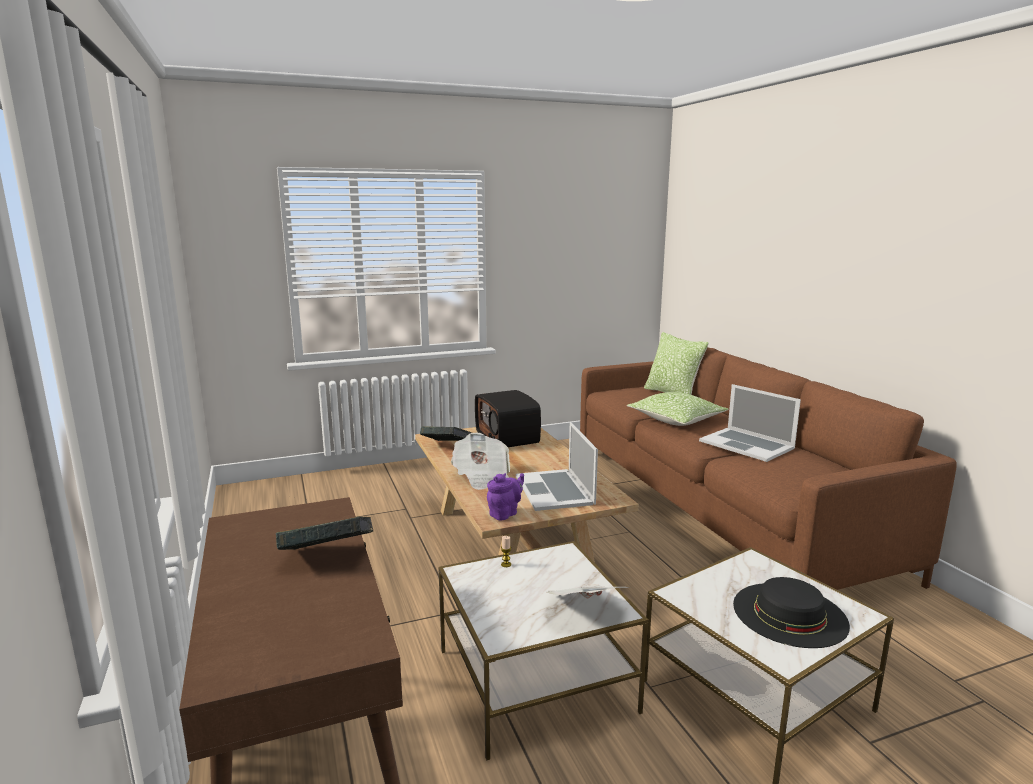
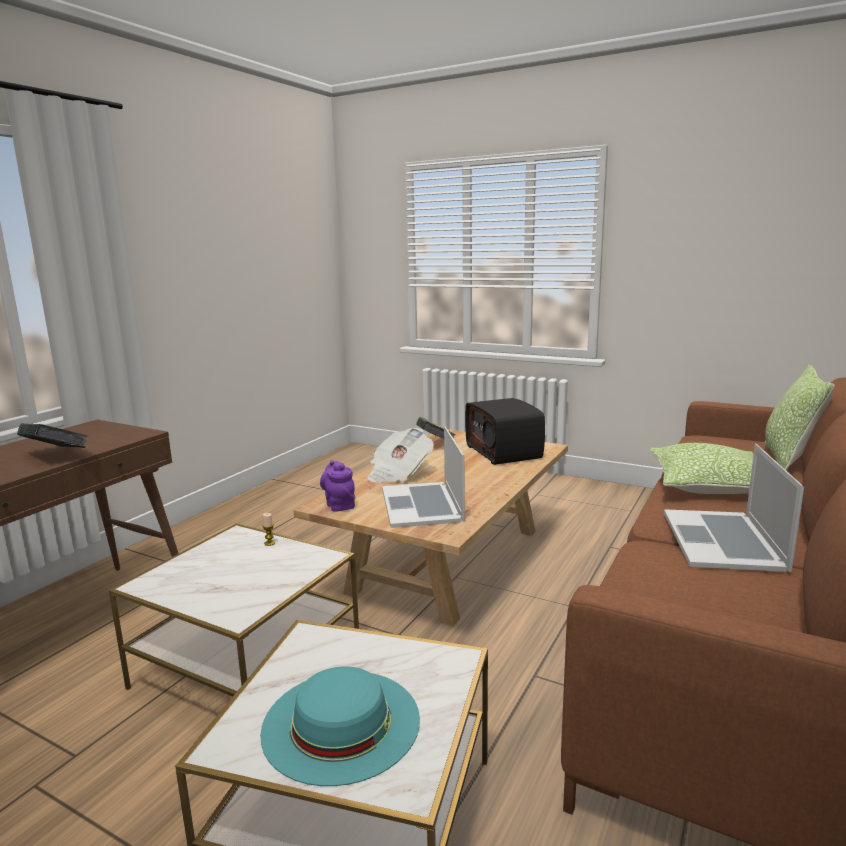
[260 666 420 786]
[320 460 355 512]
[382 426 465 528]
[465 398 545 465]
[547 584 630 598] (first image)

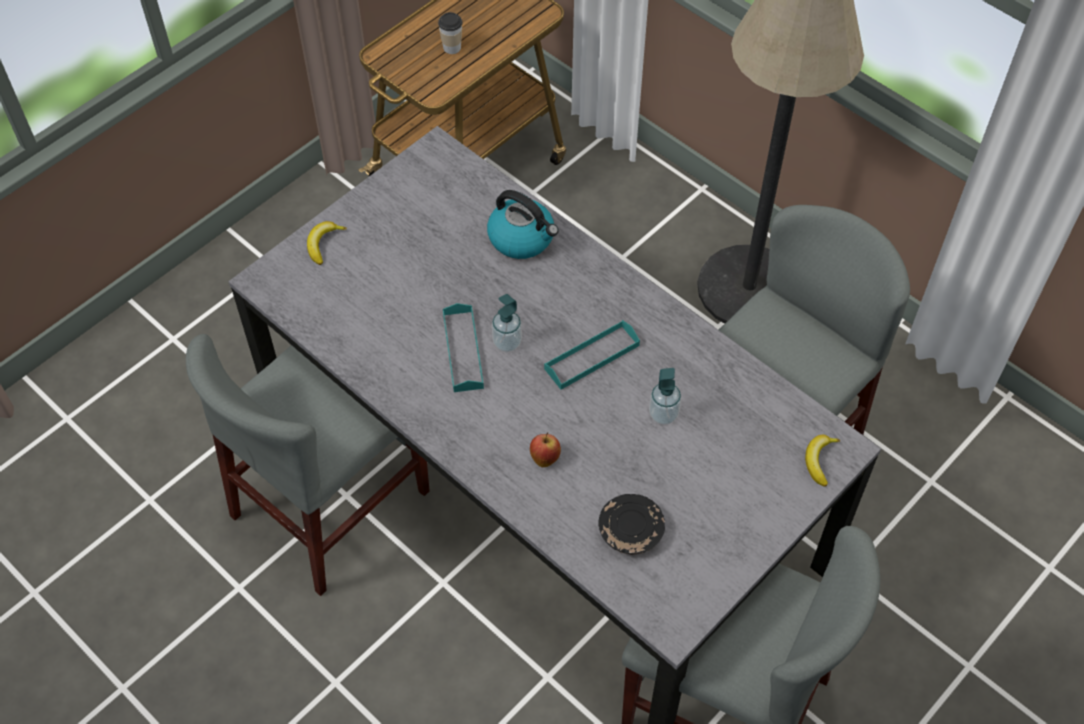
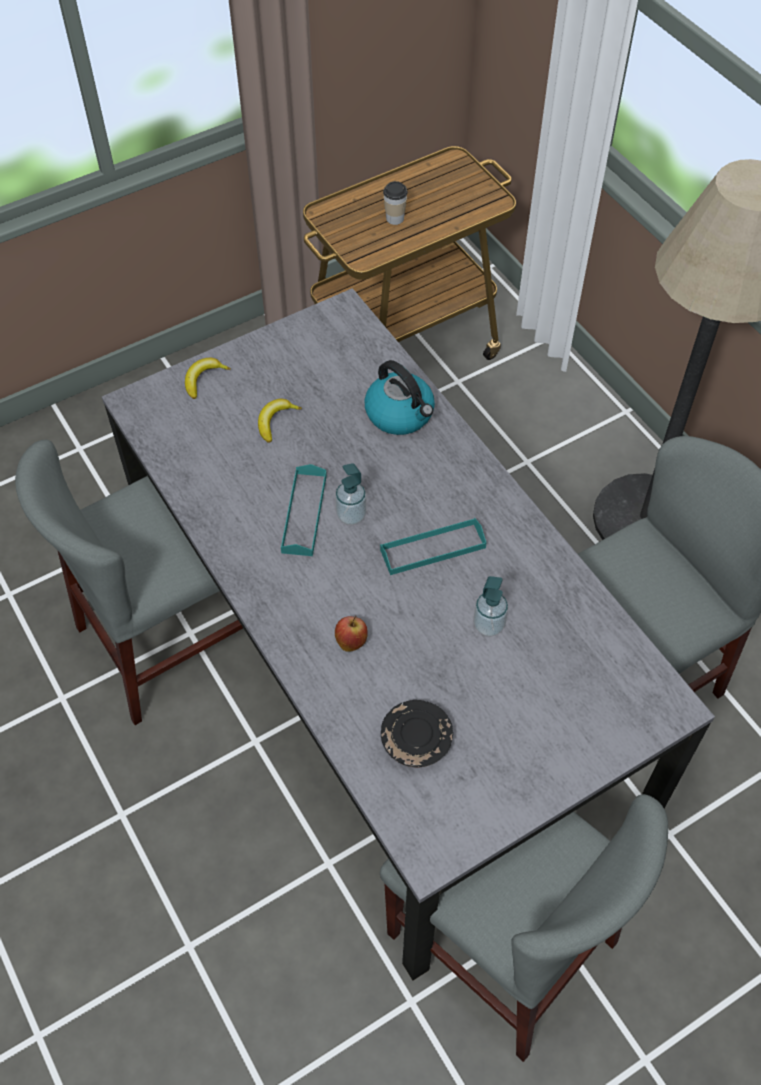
[258 399 302 443]

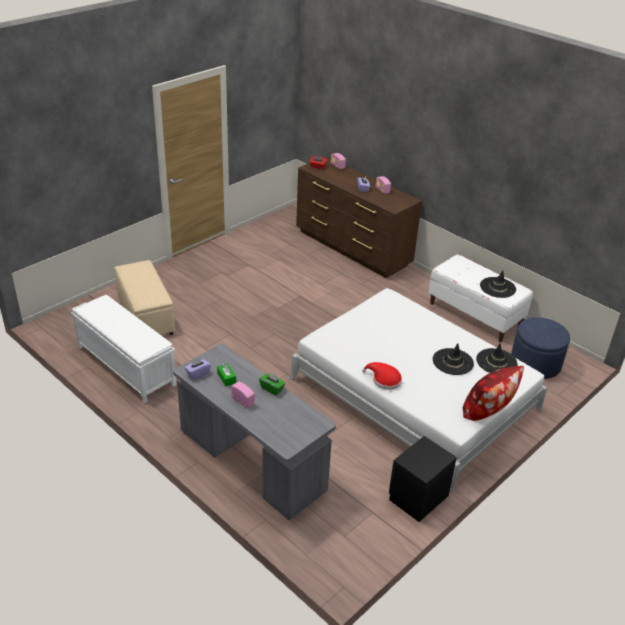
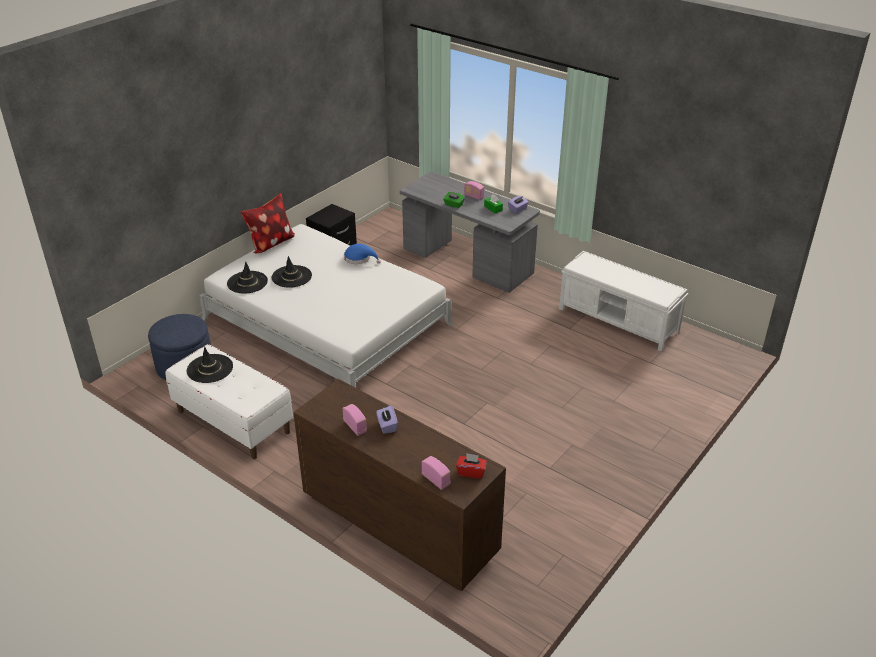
[344 244 381 264]
[114 260 175 335] (first image)

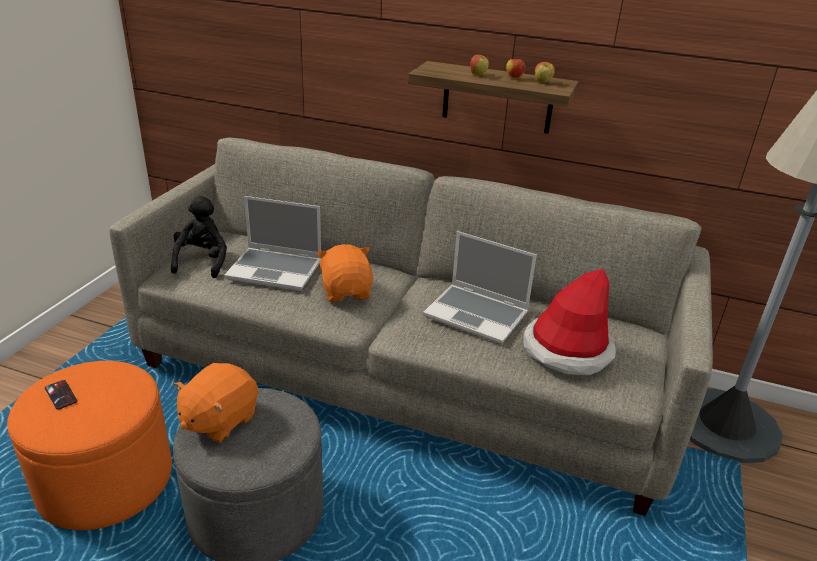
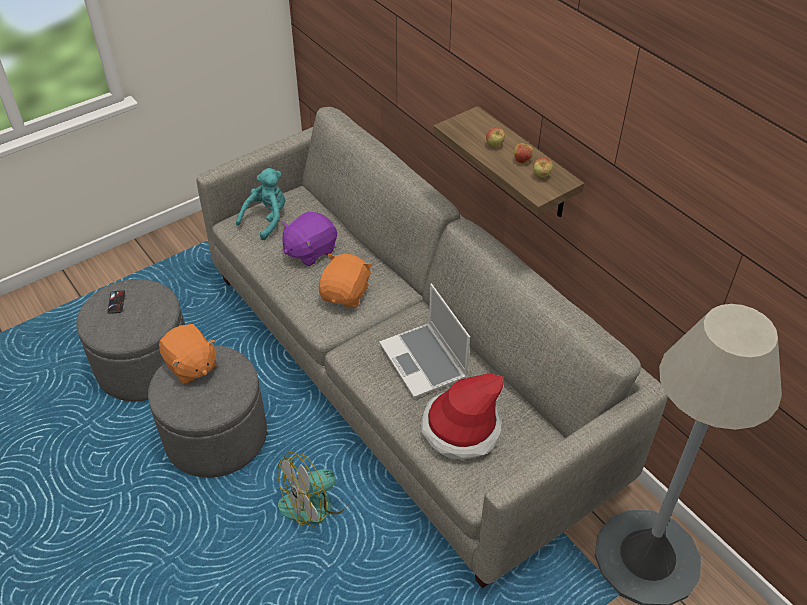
[76 279 185 402]
[159 324 217 385]
[236 168 286 240]
[277 452 354 527]
[281 211 337 266]

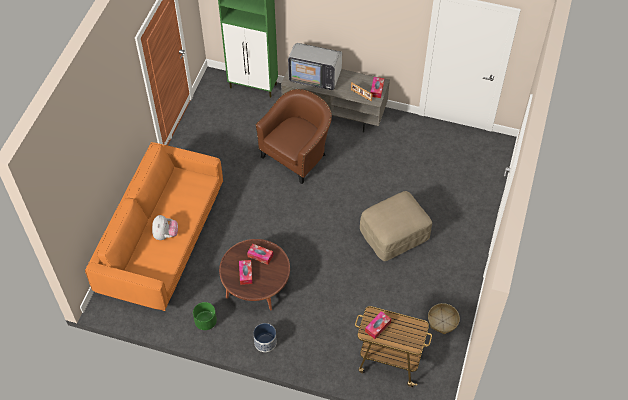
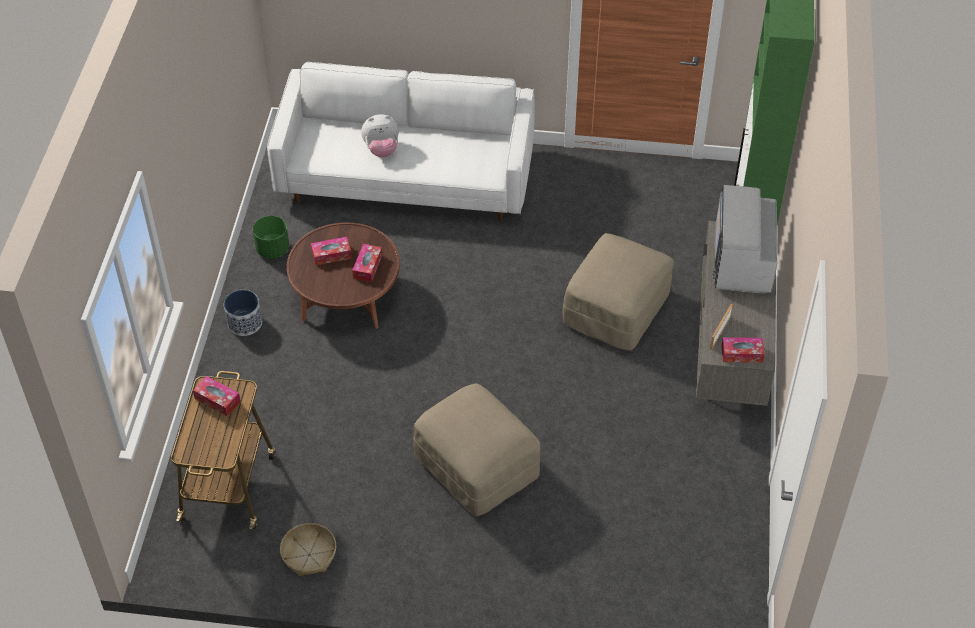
[267 62 535 221]
[563 233 674 351]

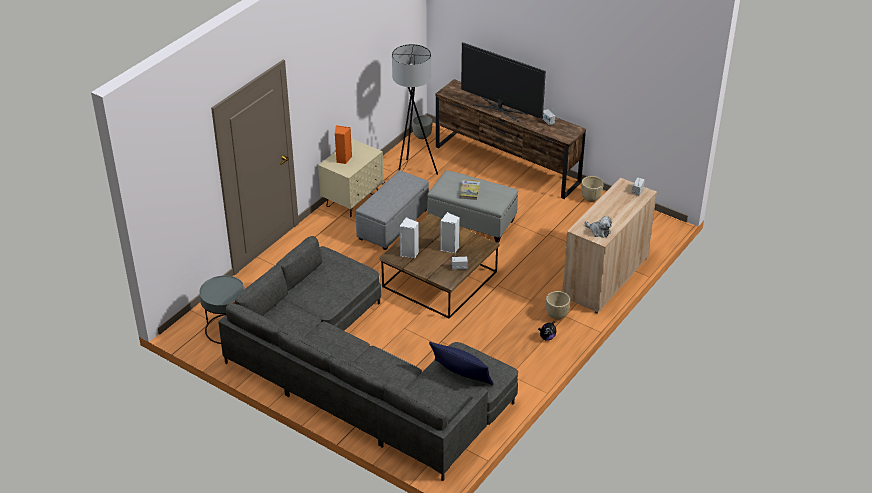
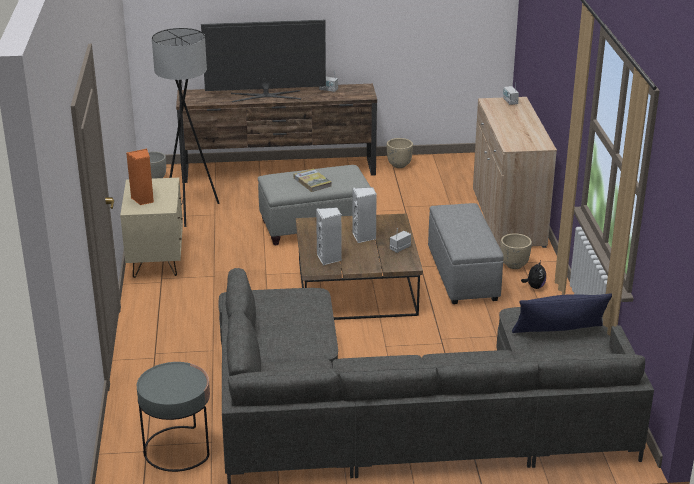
[428 203 504 304]
[585 216 612 238] (first image)

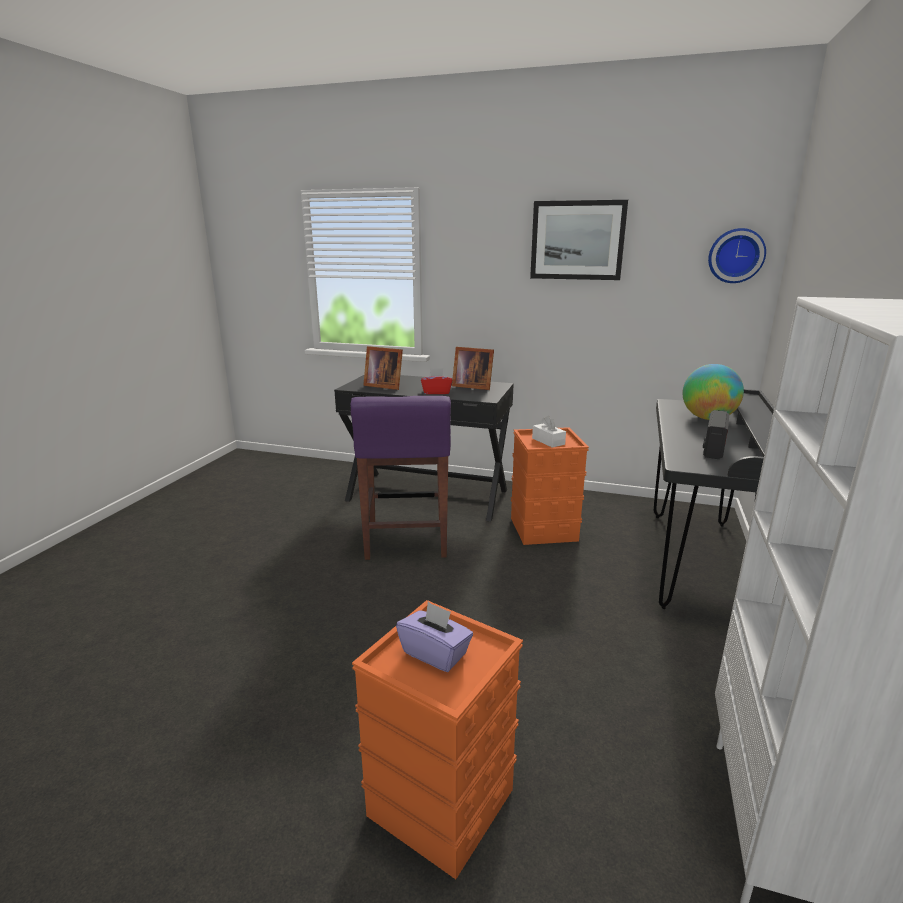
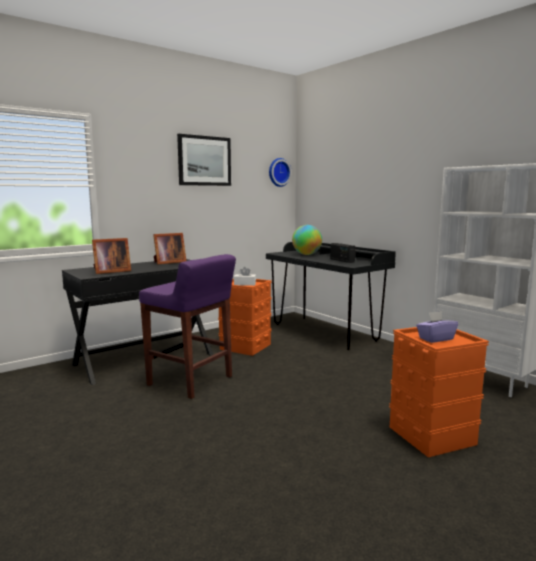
[421 368 452 394] (first image)

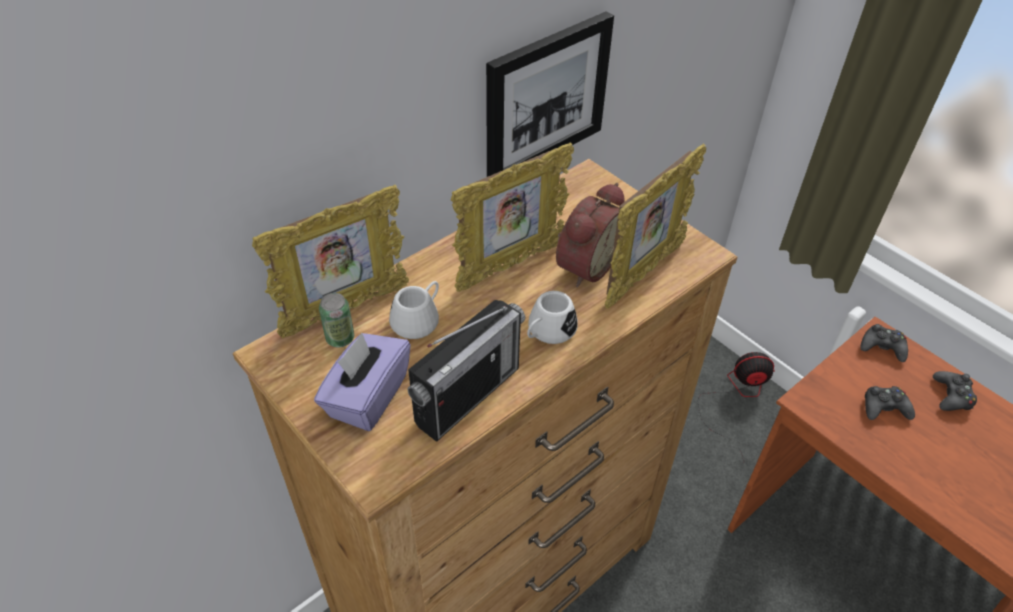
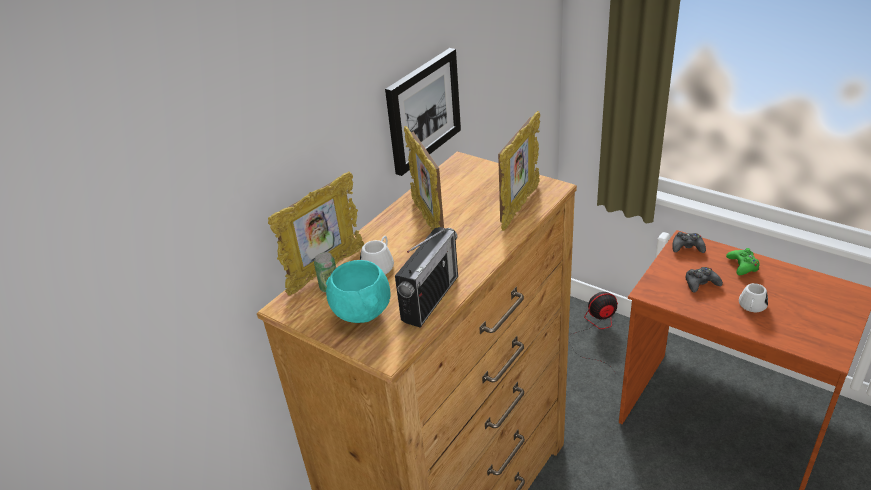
[326 260 391 323]
[404 126 444 231]
[726 248 760 275]
[739 283 768 312]
[556 183 625 287] (first image)

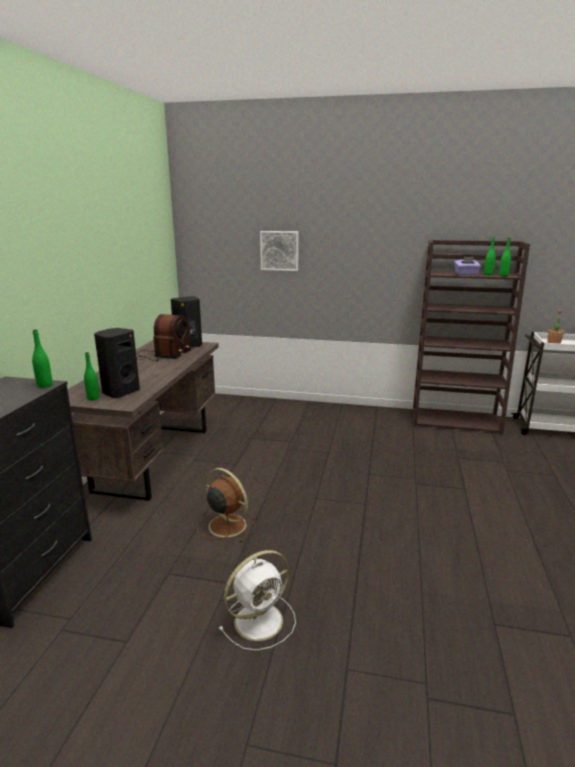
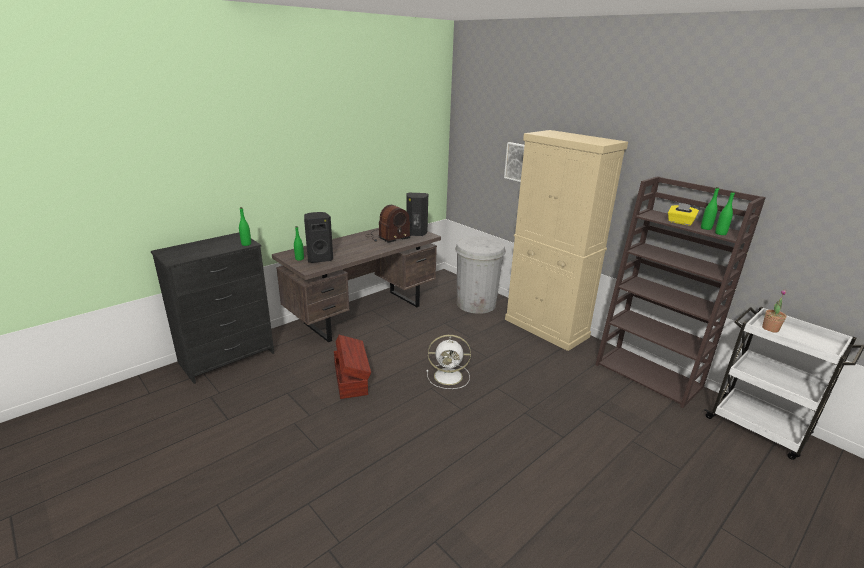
[334 335 371 399]
[427 335 471 389]
[455 237 506 314]
[505 130 628 351]
[668 203 699 226]

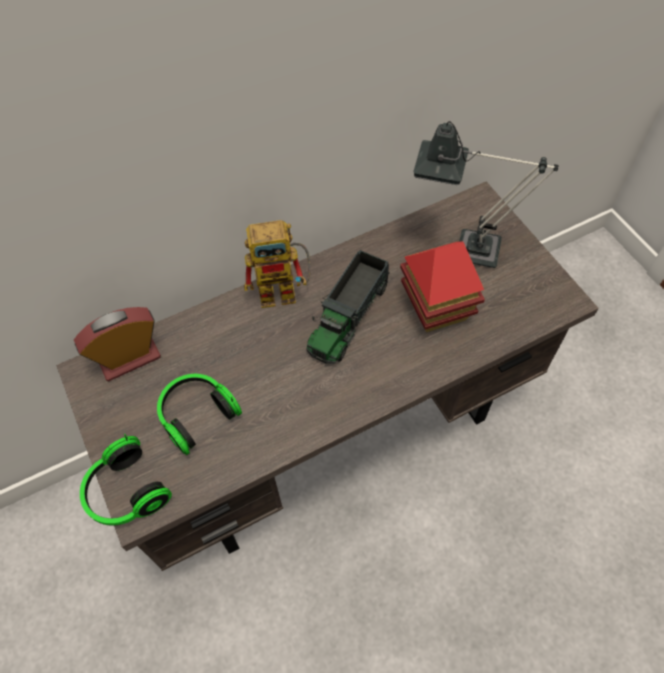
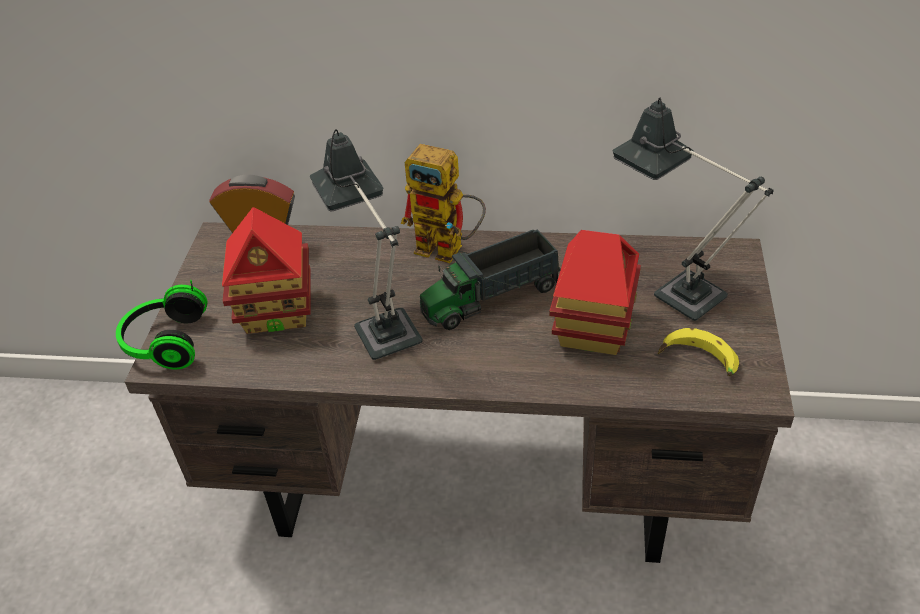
[222 207 311 334]
[310 129 423 360]
[658 328 739 376]

